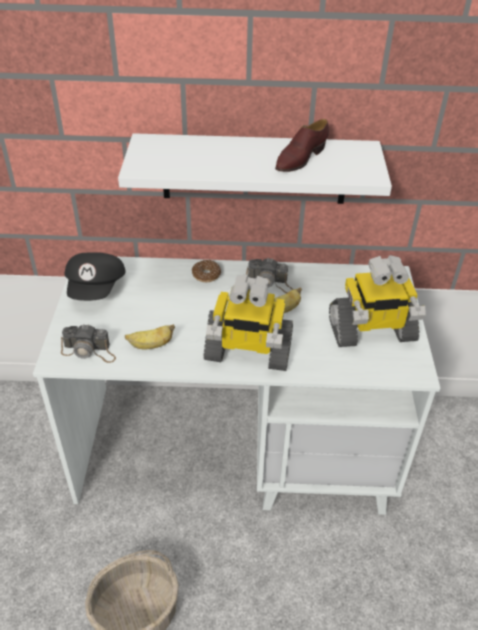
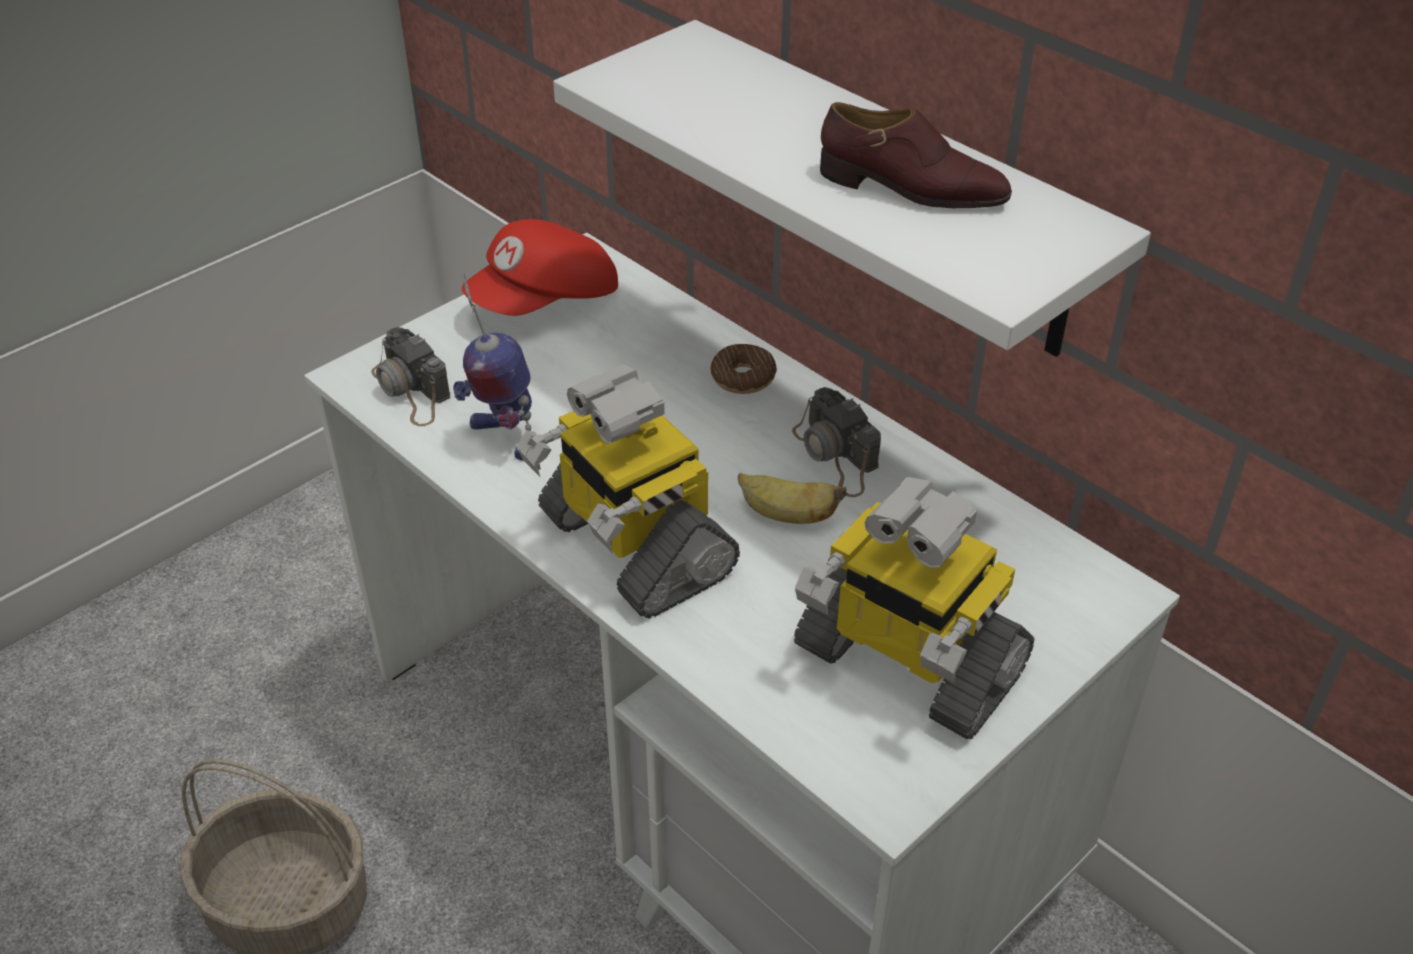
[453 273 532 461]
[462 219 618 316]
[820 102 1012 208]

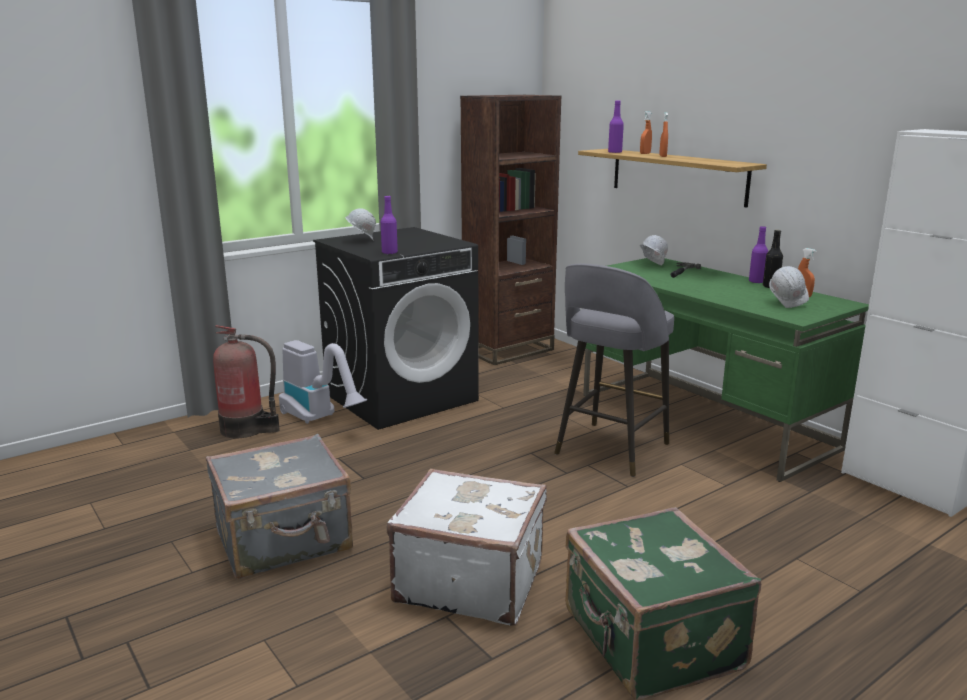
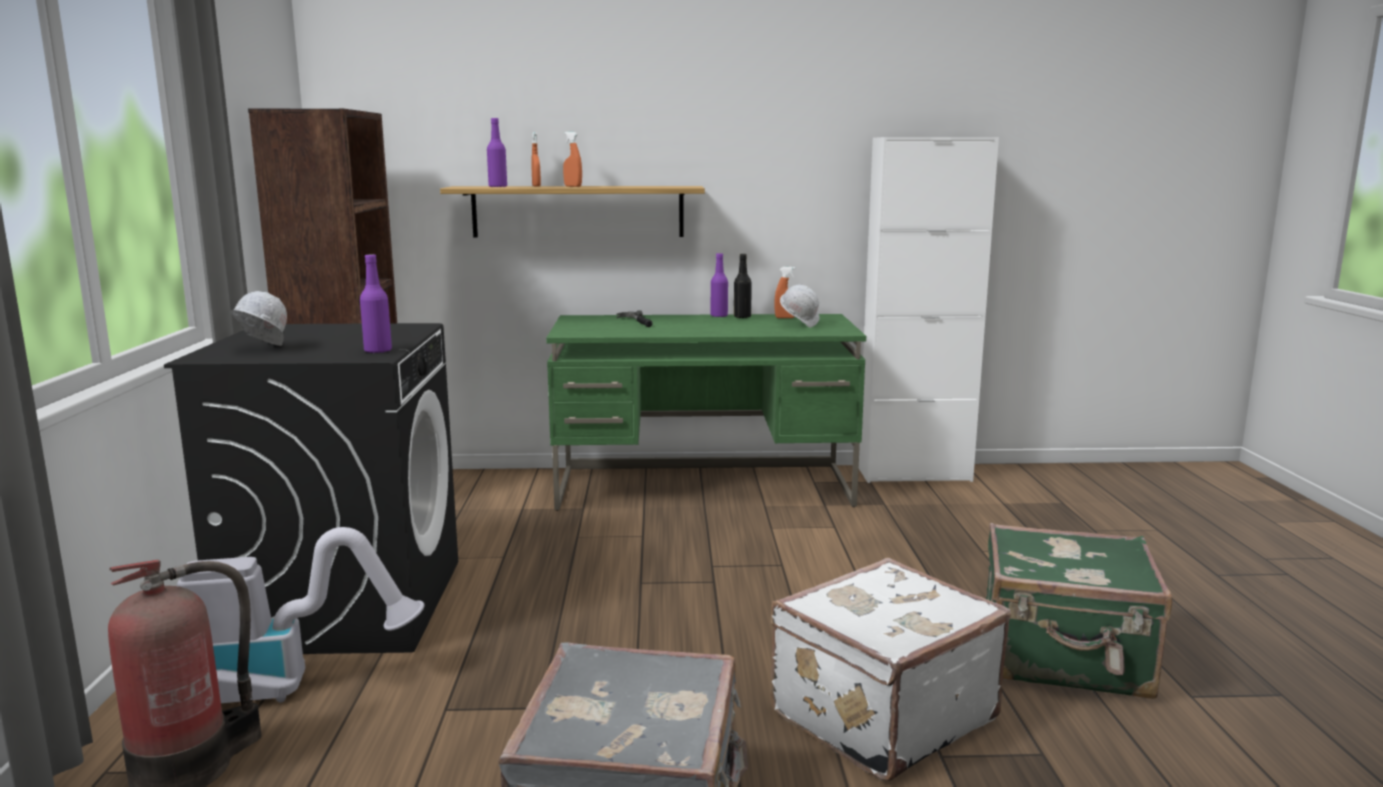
[554 263 674 477] (first image)
[640 235 668 266] (first image)

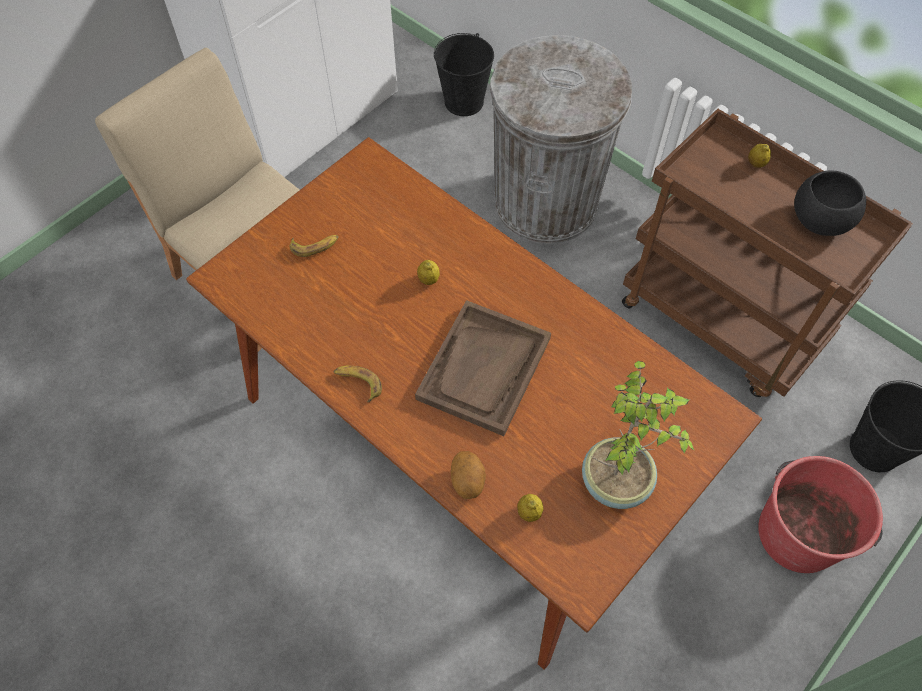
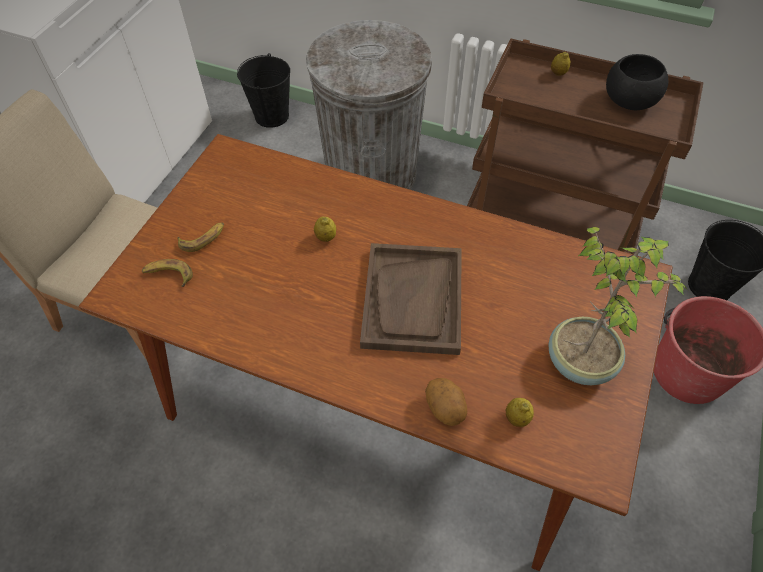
[142 259 193 287]

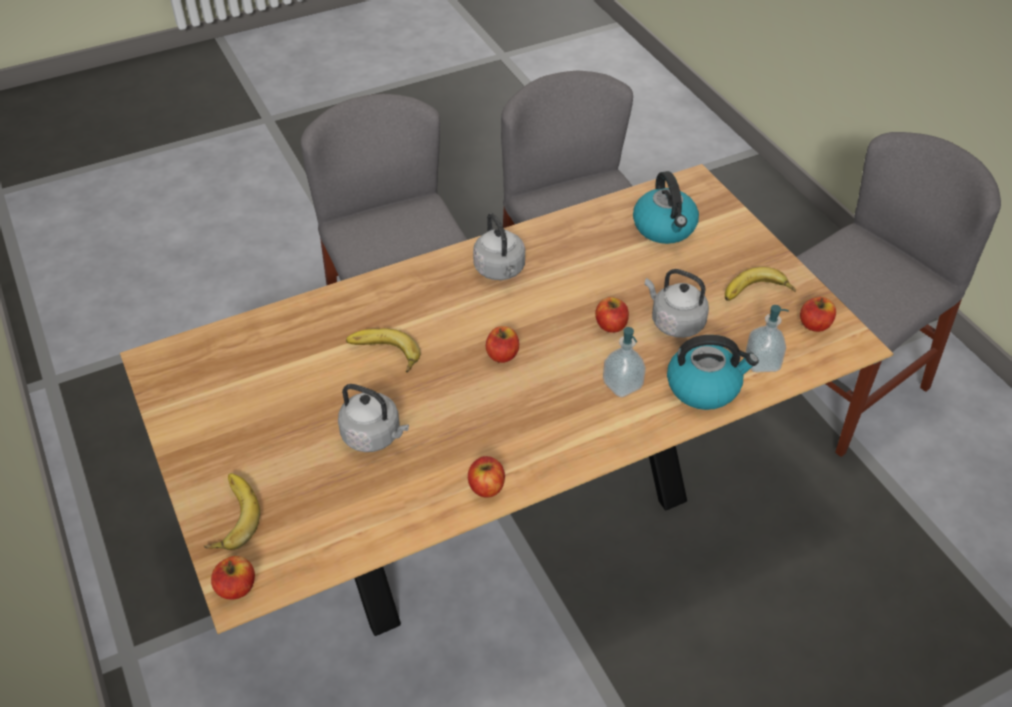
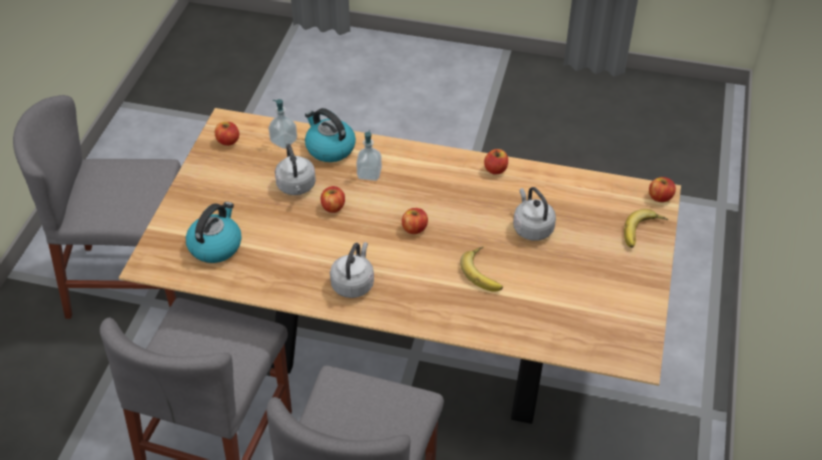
[725 267 796 301] (first image)

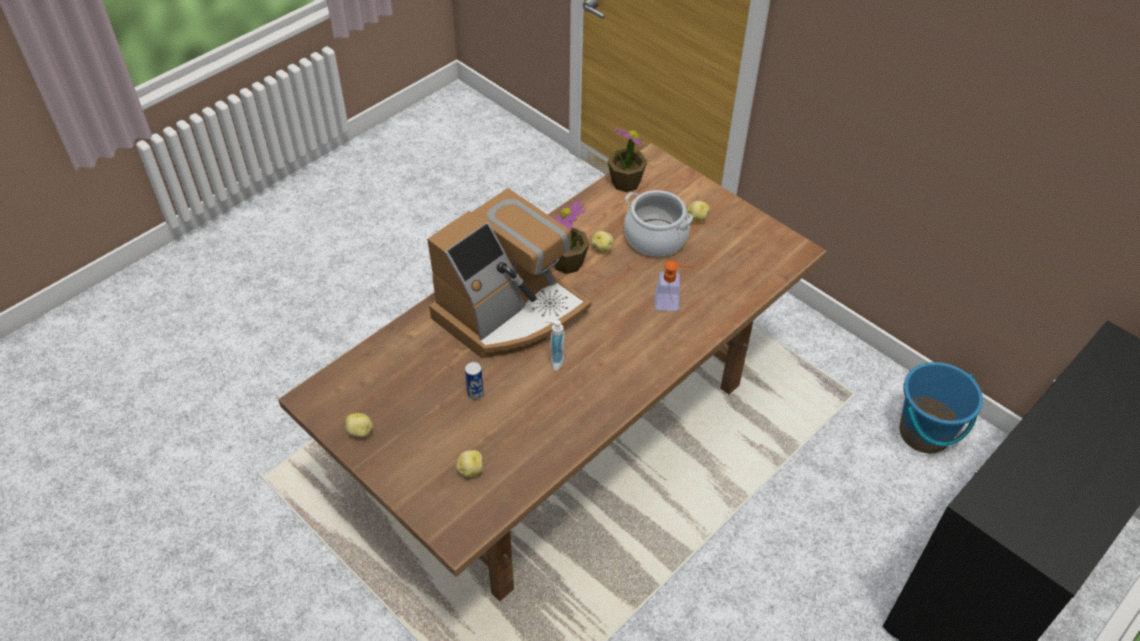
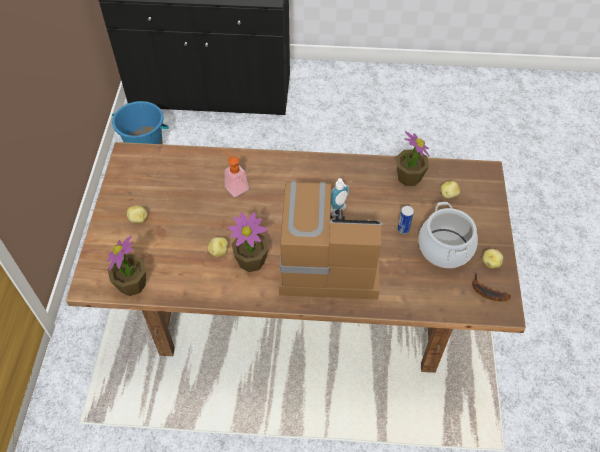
[396 131 429 186]
[418 202 478 268]
[472 273 511 301]

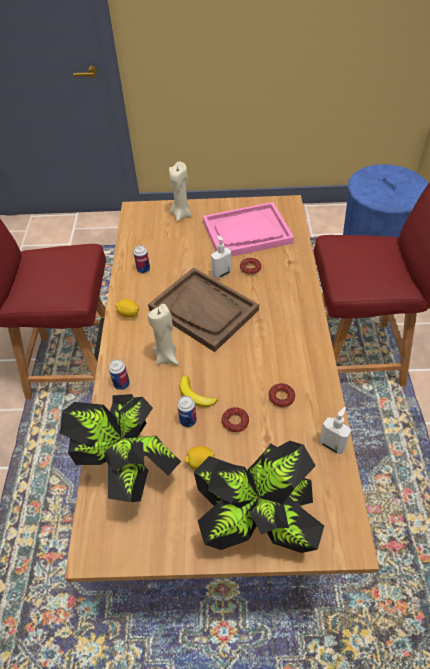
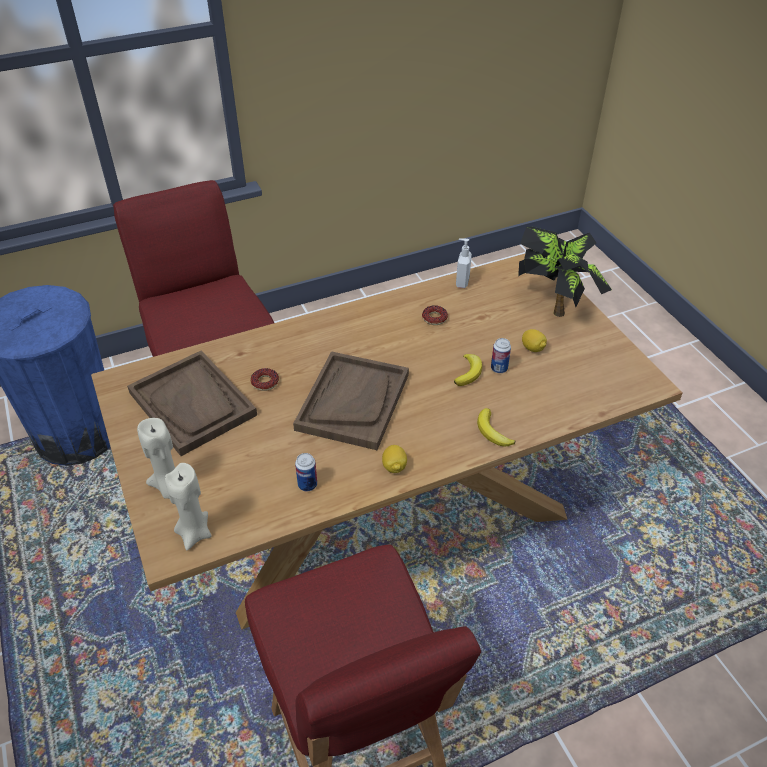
[127 350 257 456]
[165 463 211 550]
[477 408 515 447]
[60 394 181 502] (first image)
[211 235 231 279] (first image)
[222 407 249 433] (first image)

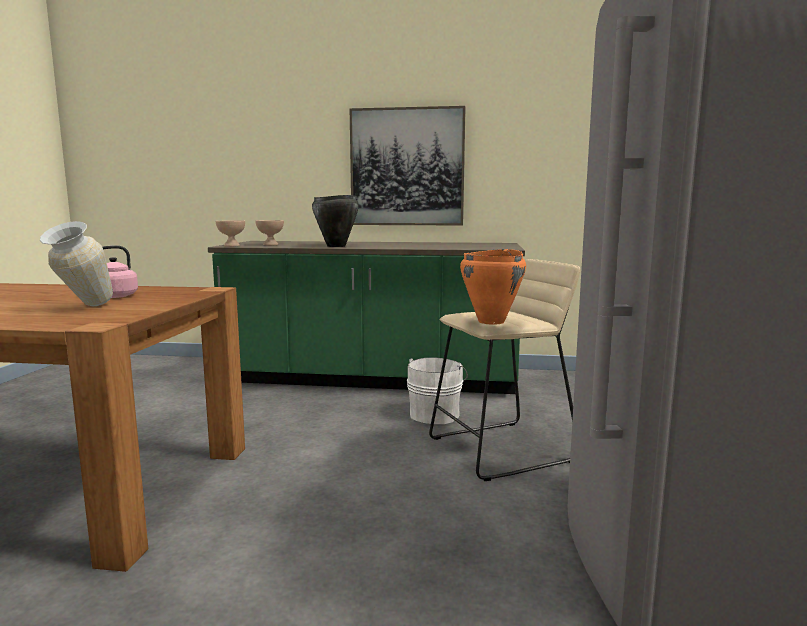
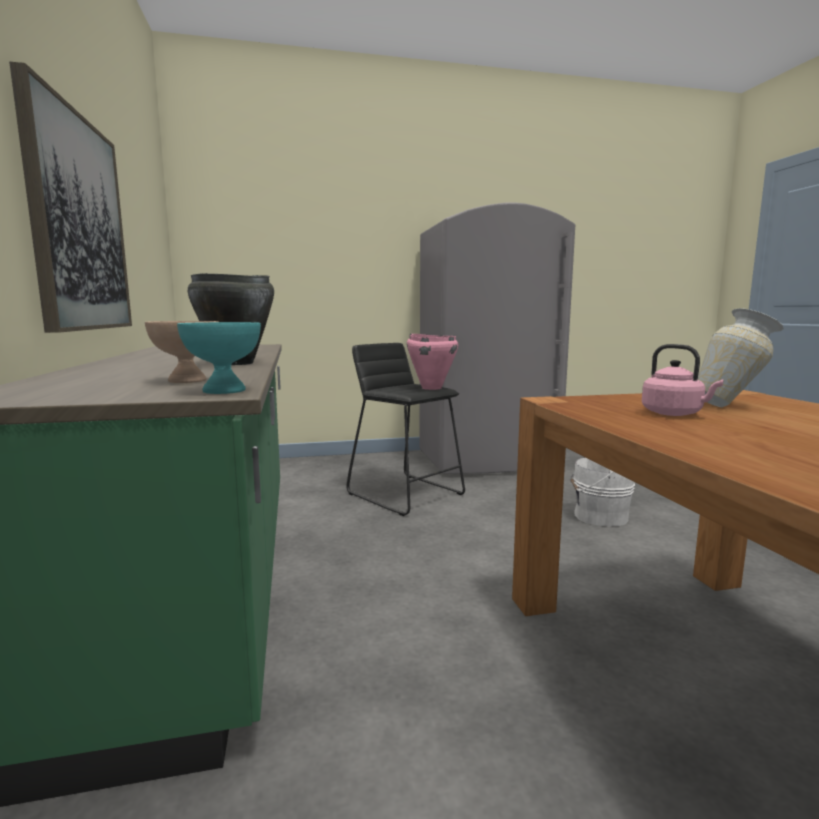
[177 322 261 394]
[346 343 465 516]
[407 334 458 390]
[570 457 635 526]

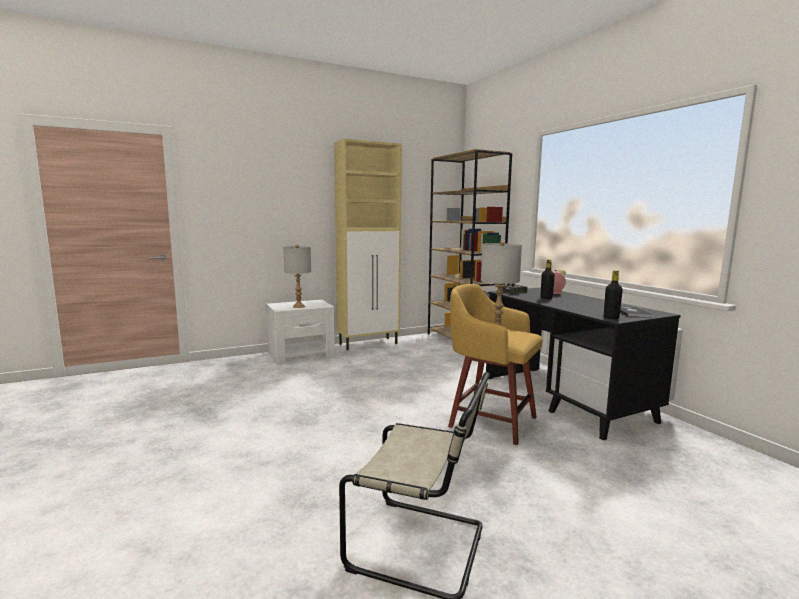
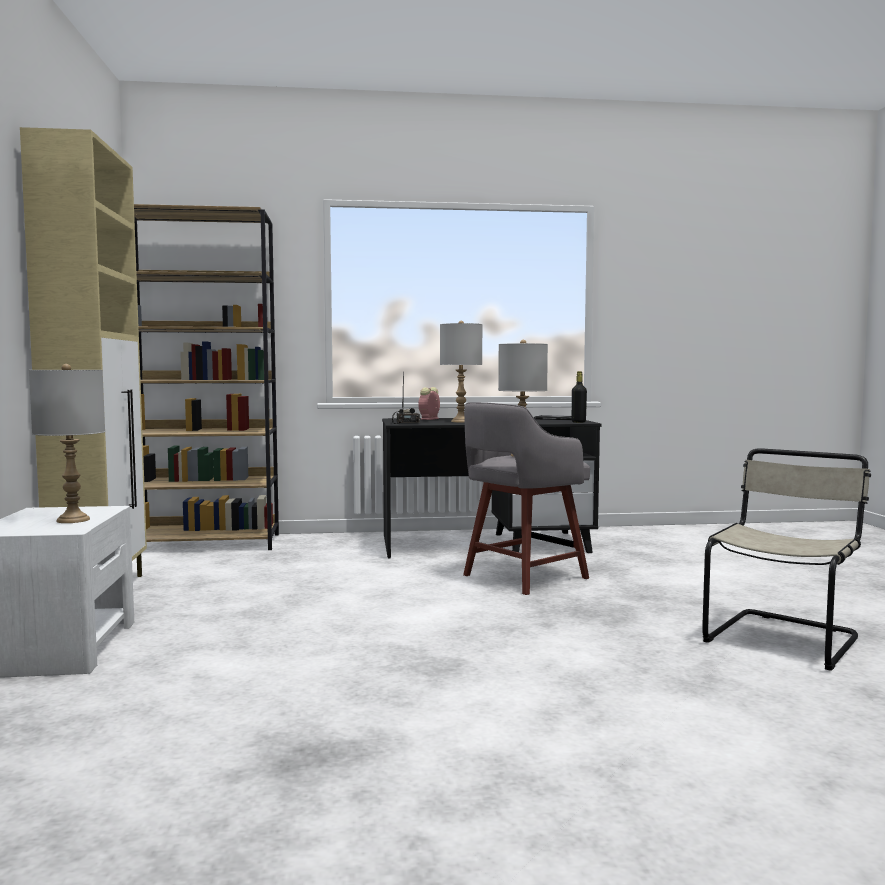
[440 321 482 422]
[463 402 590 595]

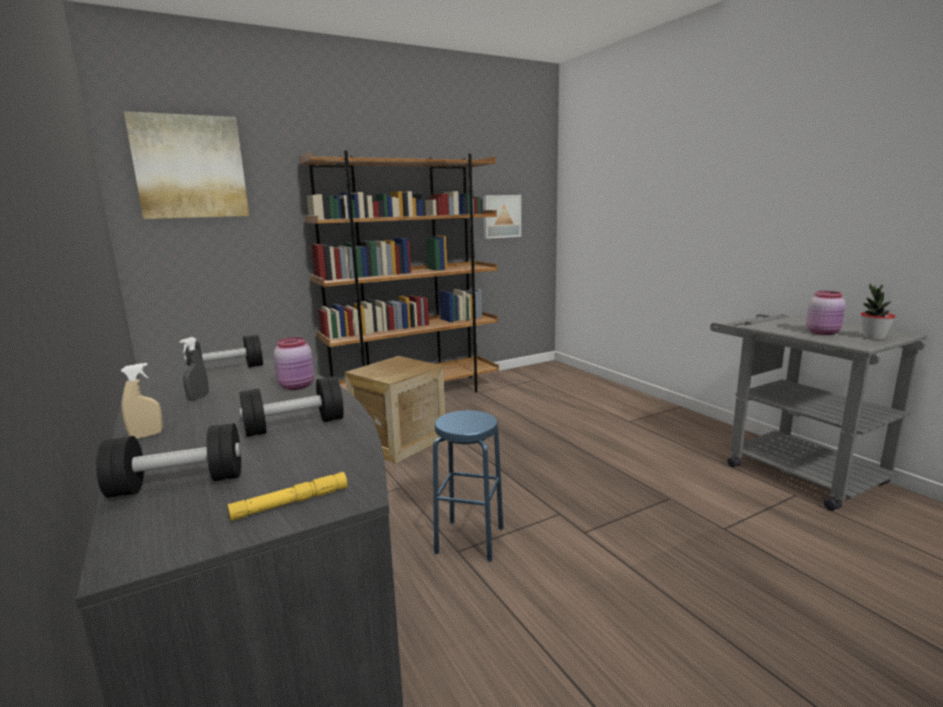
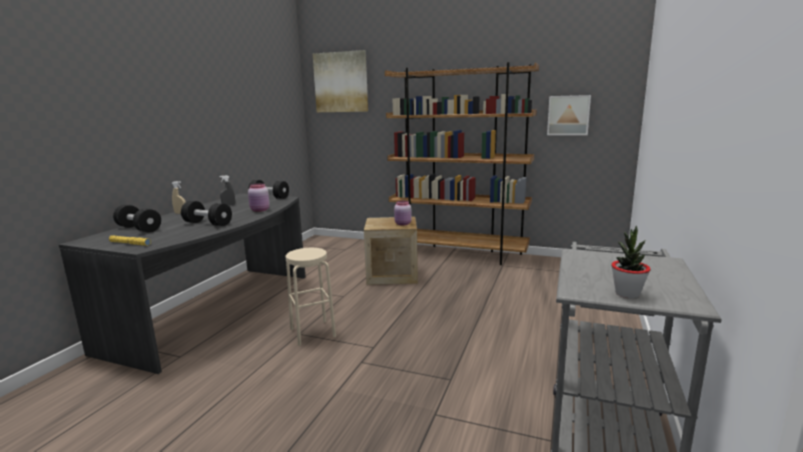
[286 248 336 346]
[394 201 412 226]

